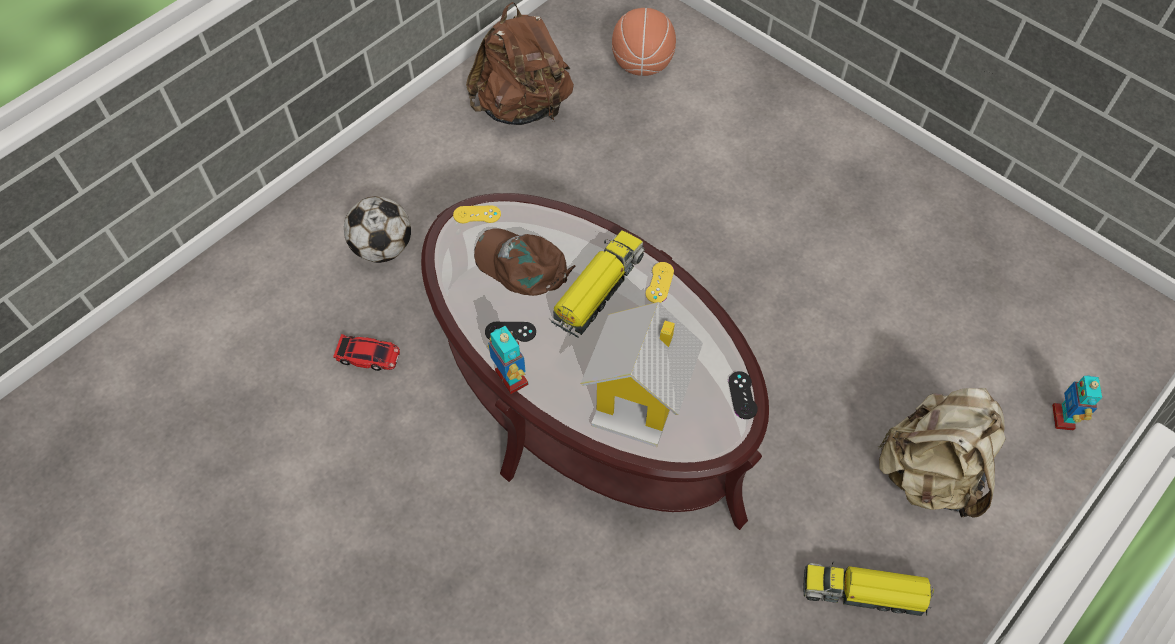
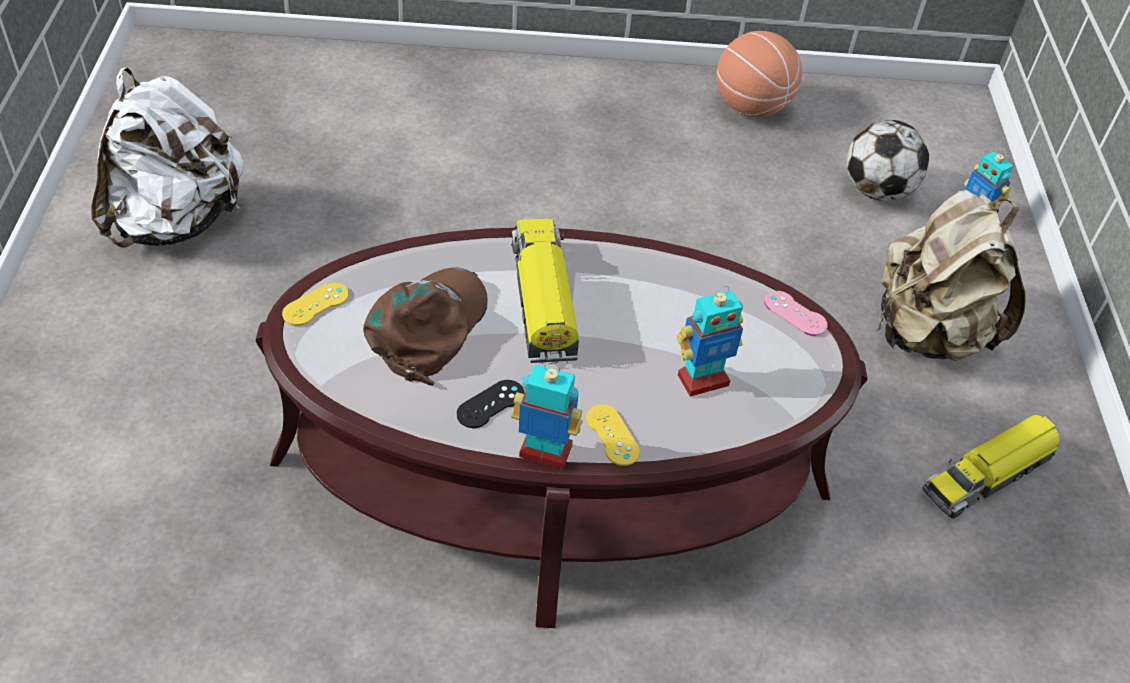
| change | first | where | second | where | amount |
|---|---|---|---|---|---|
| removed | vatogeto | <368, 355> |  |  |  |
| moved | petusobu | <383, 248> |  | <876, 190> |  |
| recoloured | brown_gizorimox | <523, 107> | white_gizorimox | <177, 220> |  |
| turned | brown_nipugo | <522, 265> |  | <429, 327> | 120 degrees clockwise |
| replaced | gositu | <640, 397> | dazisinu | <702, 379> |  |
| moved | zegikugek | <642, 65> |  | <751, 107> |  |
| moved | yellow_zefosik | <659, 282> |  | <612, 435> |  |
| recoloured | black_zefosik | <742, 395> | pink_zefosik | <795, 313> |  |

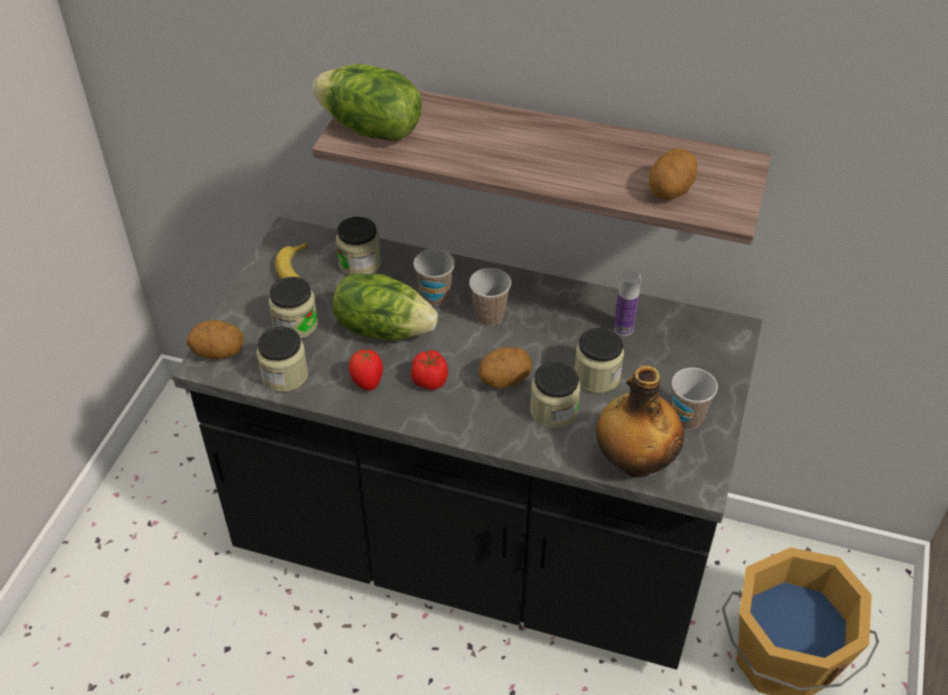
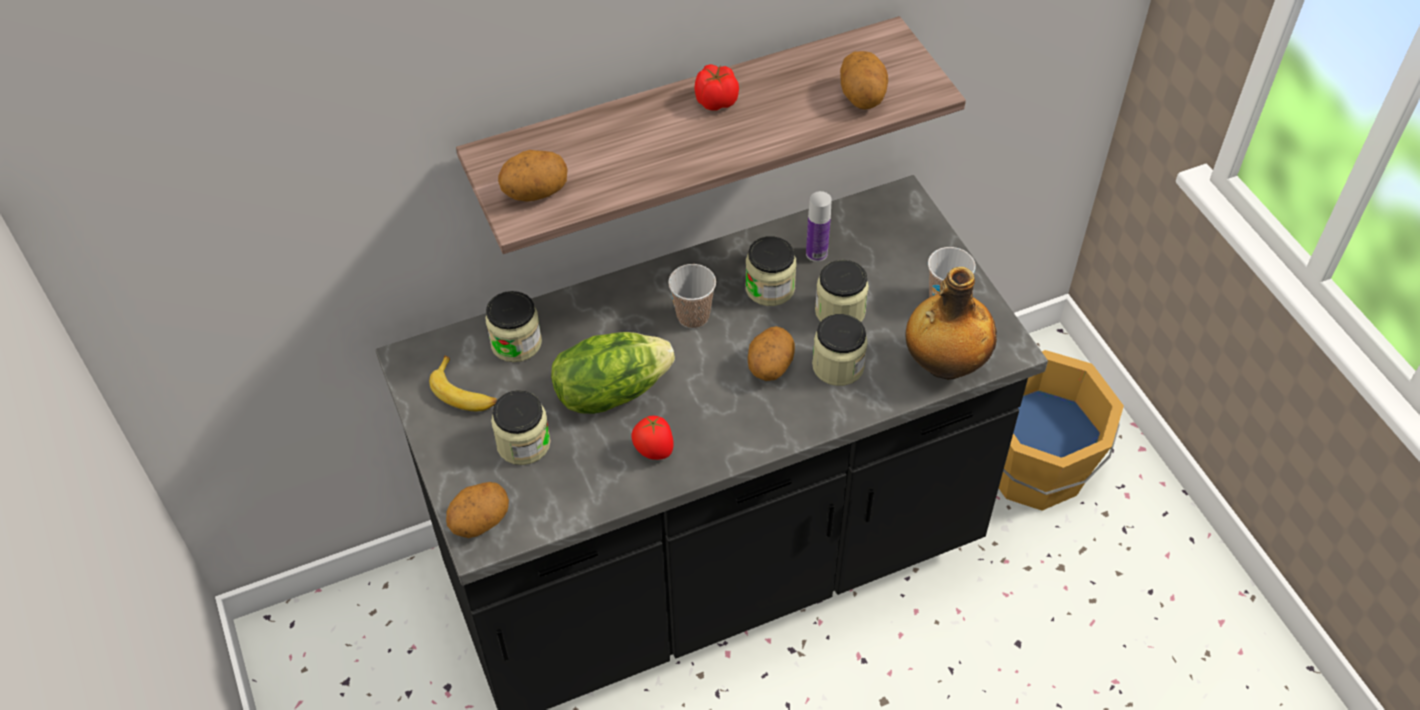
| change | first | where | second | where | amount |
|---|---|---|---|---|---|
| moved | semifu | <285, 375> |  | <770, 288> |  |
| replaced | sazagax | <370, 129> | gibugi | <535, 192> |  |
| moved | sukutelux | <430, 380> |  | <716, 100> |  |
| removed | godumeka | <435, 297> |  |  |  |

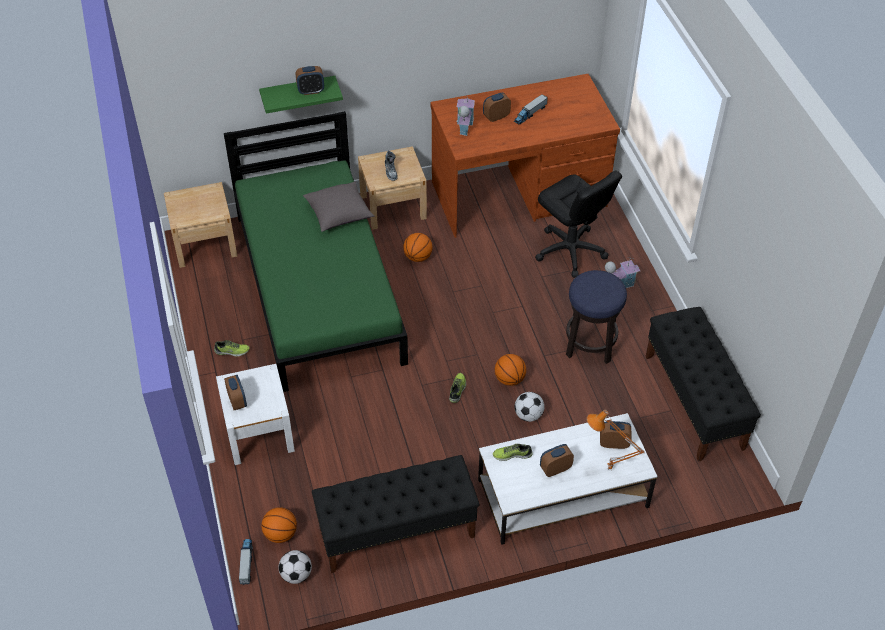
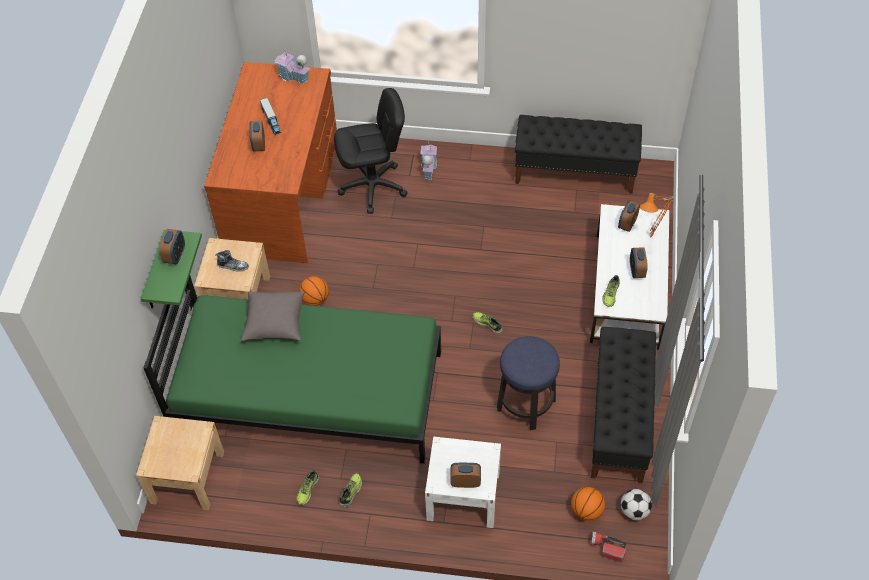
| change | first | where | second | where | amount |
|---|---|---|---|---|---|
| replaced | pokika | <246, 563> | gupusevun | <607, 548> |  |
| moved | gositu | <464, 125> |  | <293, 77> |  |
| removed | zegikugek | <509, 379> |  |  |  |
| removed | petusobu | <528, 415> |  |  |  |
| moved | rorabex | <590, 344> |  | <526, 404> |  |
| added |  |  | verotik | <307, 489> |  |

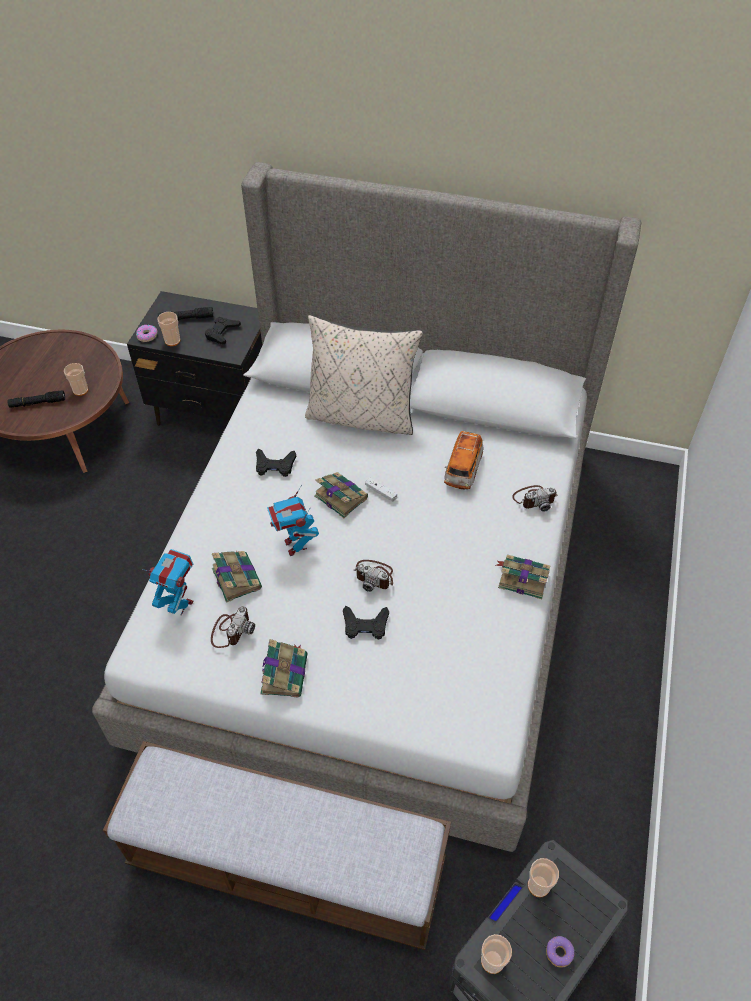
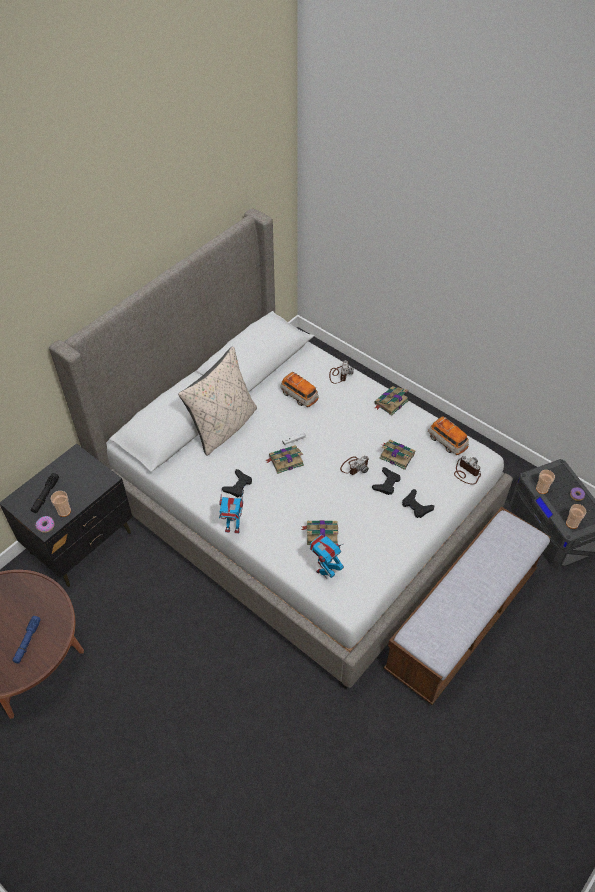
| change | first | where | second | where | amount |
|---|---|---|---|---|---|
| recoloured | black_gupusevun | <37, 403> | blue_gupusevun | <27, 641> |  |
| removed | godumeka | <80, 390> |  |  |  |
| moved | black_zefosik | <222, 333> |  | <416, 506> |  |
| moved | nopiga | <231, 630> |  | <466, 473> |  |
| moved | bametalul | <284, 673> |  | <396, 455> |  |
| moved | dazisinu | <295, 546> |  | <233, 527> |  |
| added |  |  | vatogeto | <447, 442> |  |

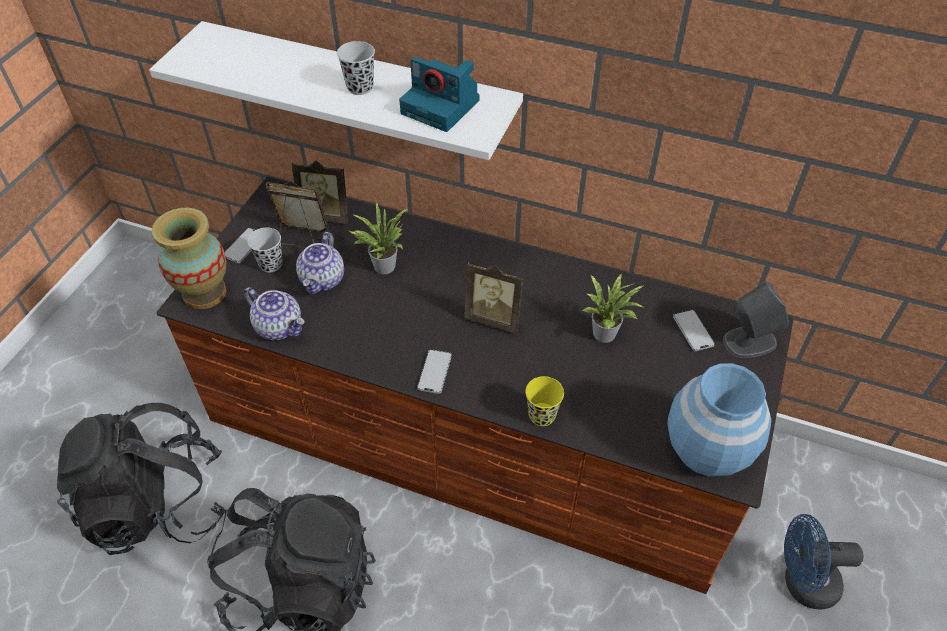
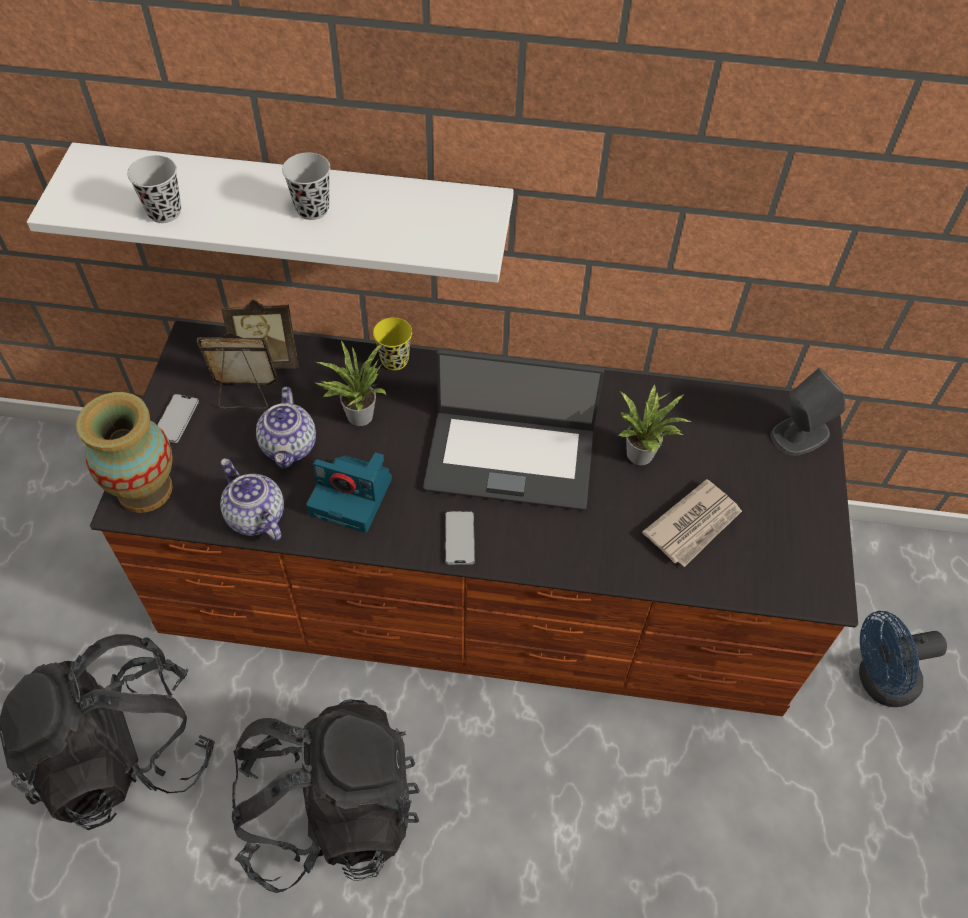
| change | first | where | second | where | amount |
|---|---|---|---|---|---|
| turned | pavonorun | <280, 327> |  | <255, 516> | 150 degrees counterclockwise |
| moved | black_godumeka | <271, 264> |  | <164, 212> |  |
| moved | nopiga | <442, 107> |  | <353, 496> |  |
| replaced | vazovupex | <494, 318> | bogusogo | <510, 458> |  |
| moved | yellow_godumeka | <542, 415> |  | <394, 360> |  |
| removed | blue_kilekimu | <707, 450> |  |  |  |
| removed | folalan | <693, 331> |  |  |  |
| added |  |  | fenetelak | <694, 525> |  |

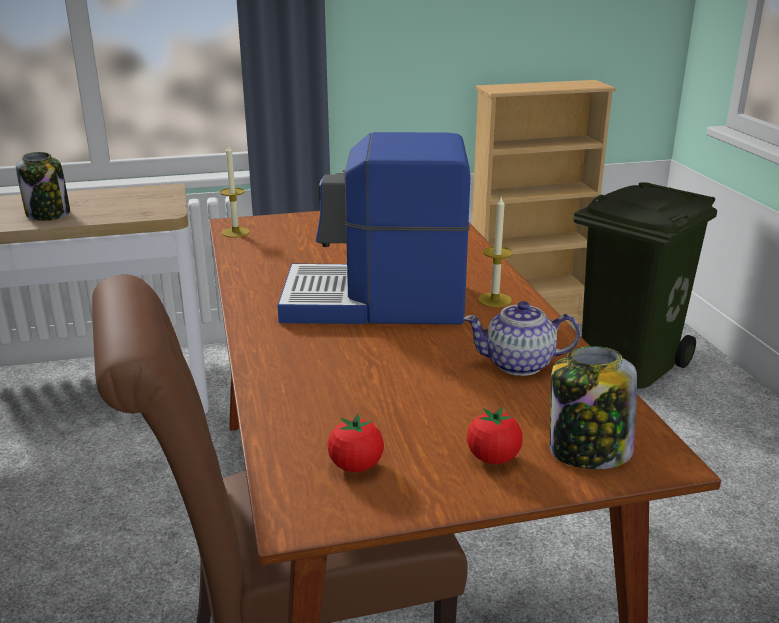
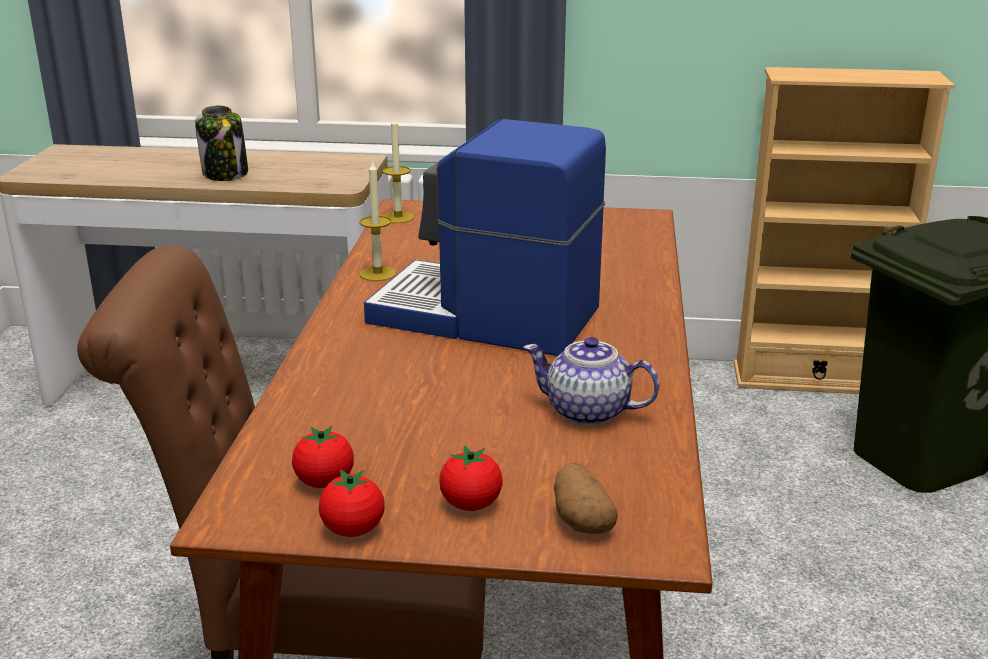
| change | first | where | second | where | amount |
|---|---|---|---|---|---|
| moved | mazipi | <494, 300> |  | <377, 274> |  |
| replaced | semifu | <587, 452> | gibugi | <581, 520> |  |
| added |  |  | sukutelux | <353, 529> |  |

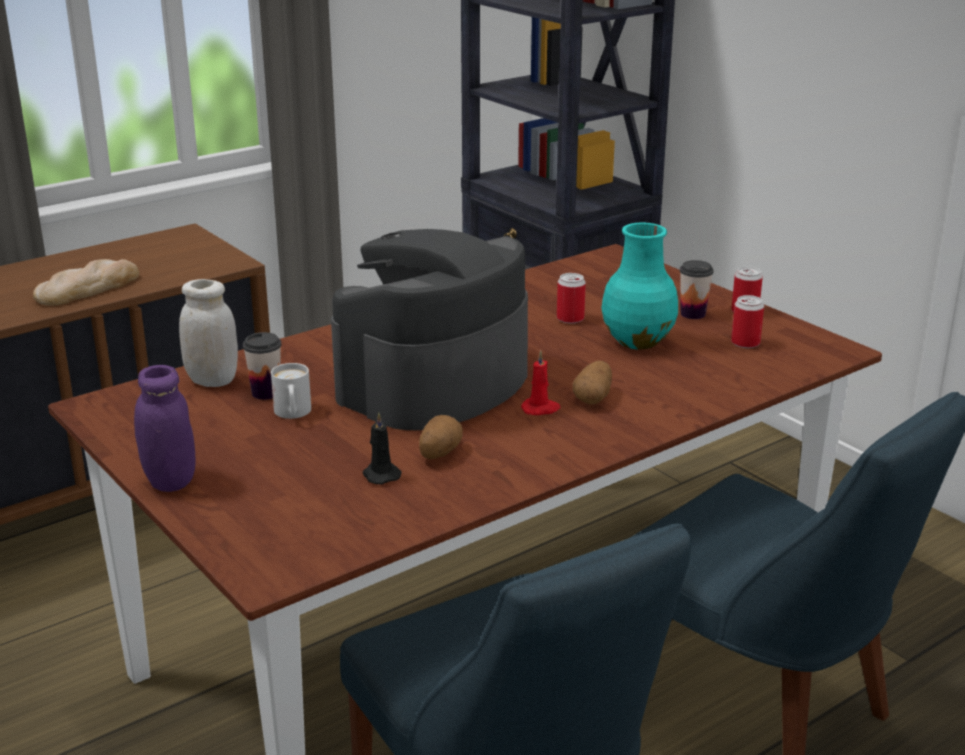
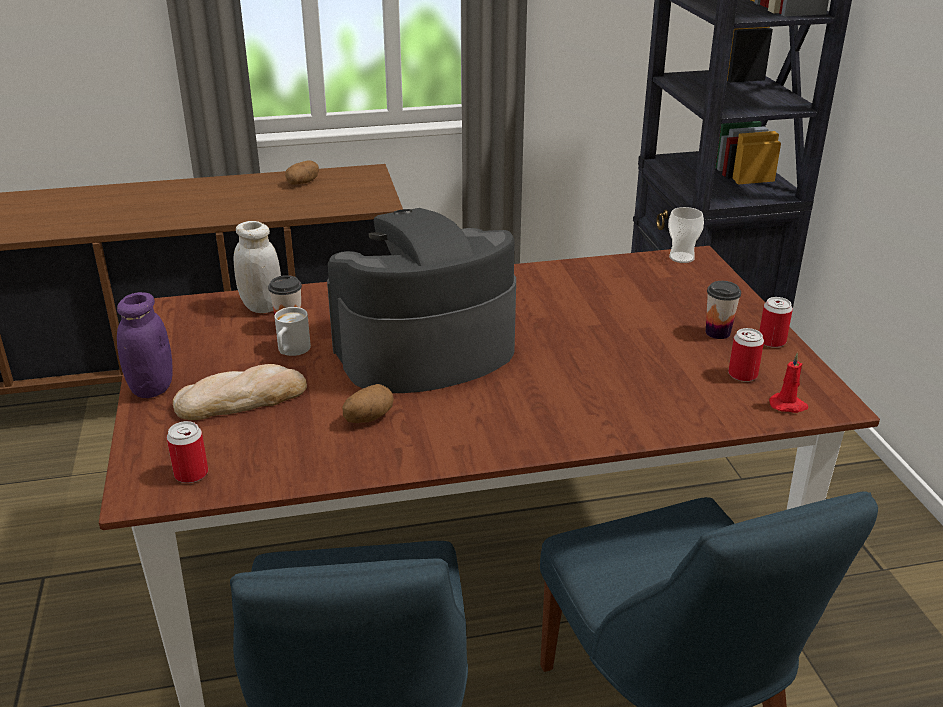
| change | first | where | second | where | amount |
|---|---|---|---|---|---|
| moved | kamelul | <88, 288> |  | <241, 399> |  |
| removed | black_mazipi | <380, 475> |  |  |  |
| moved | red_mazipi | <541, 409> |  | <788, 405> |  |
| moved | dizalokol | <570, 319> |  | <191, 474> |  |
| moved | gibugi | <593, 398> |  | <303, 183> |  |
| removed | turquoise_kilekimu | <637, 341> |  |  |  |
| added |  |  | godumeka | <681, 257> |  |

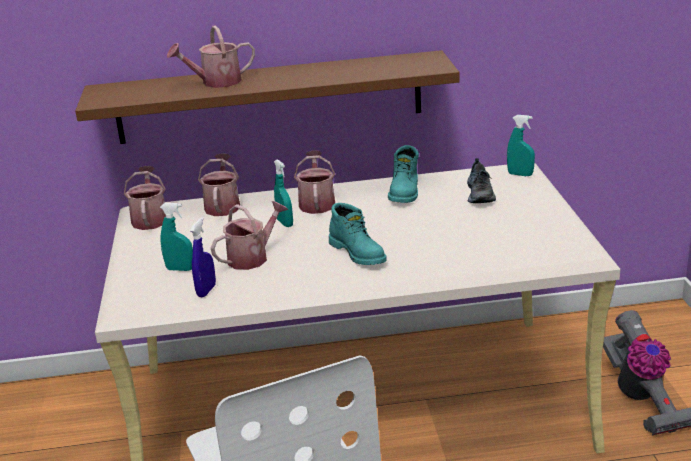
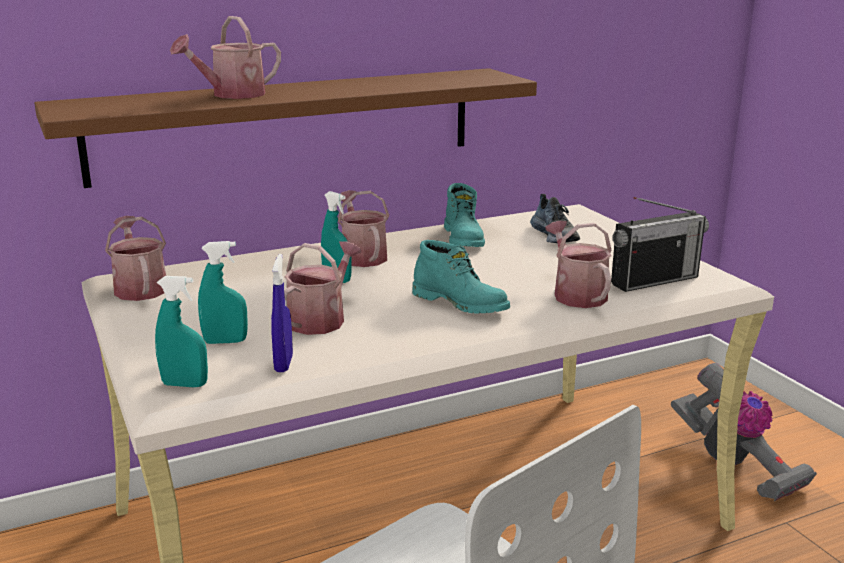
| change | first | where | second | where | amount |
|---|---|---|---|---|---|
| moved | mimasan | <223, 205> |  | <576, 294> |  |
| moved | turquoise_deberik | <520, 174> |  | <184, 384> |  |
| added |  |  | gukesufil | <654, 280> |  |

